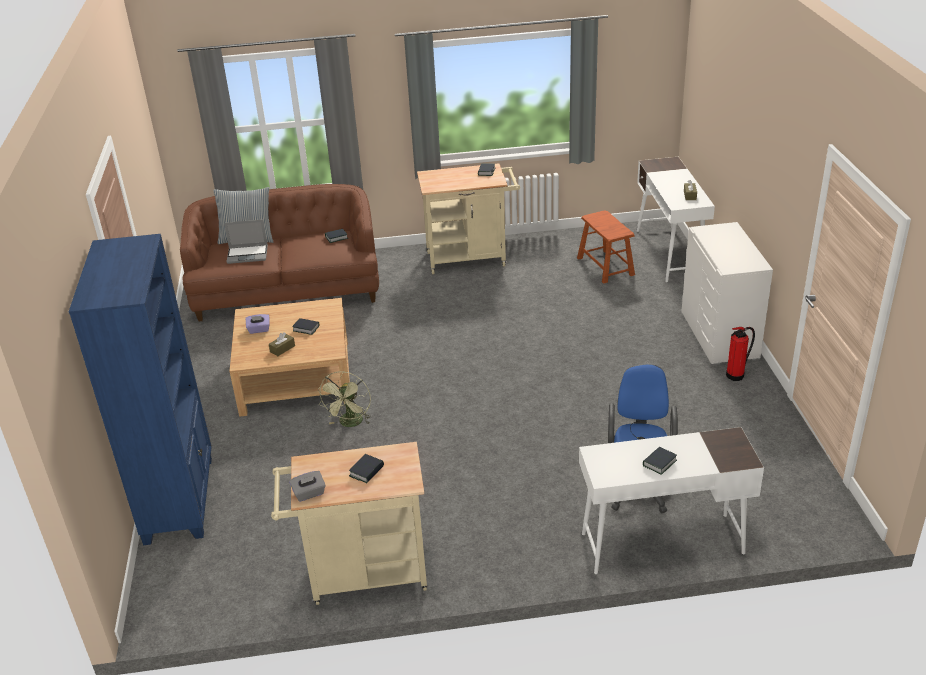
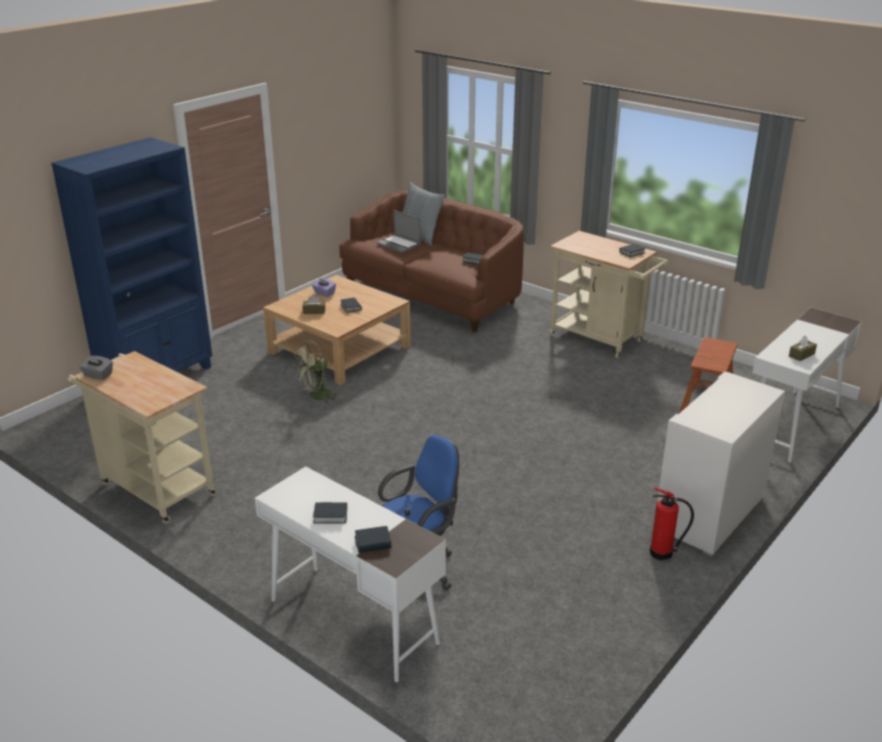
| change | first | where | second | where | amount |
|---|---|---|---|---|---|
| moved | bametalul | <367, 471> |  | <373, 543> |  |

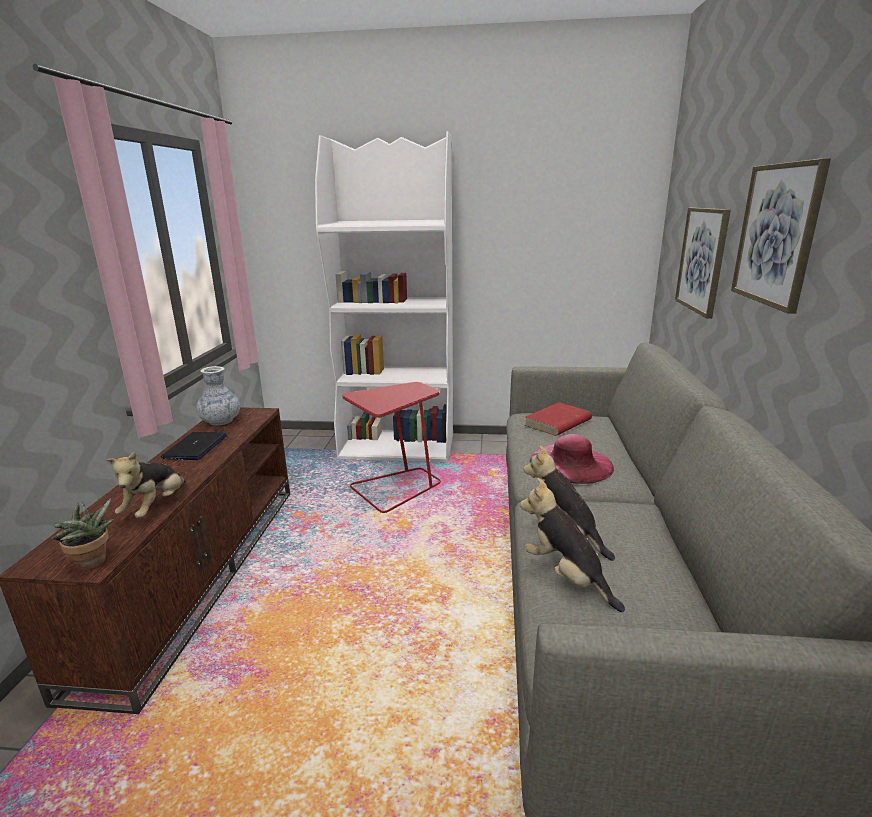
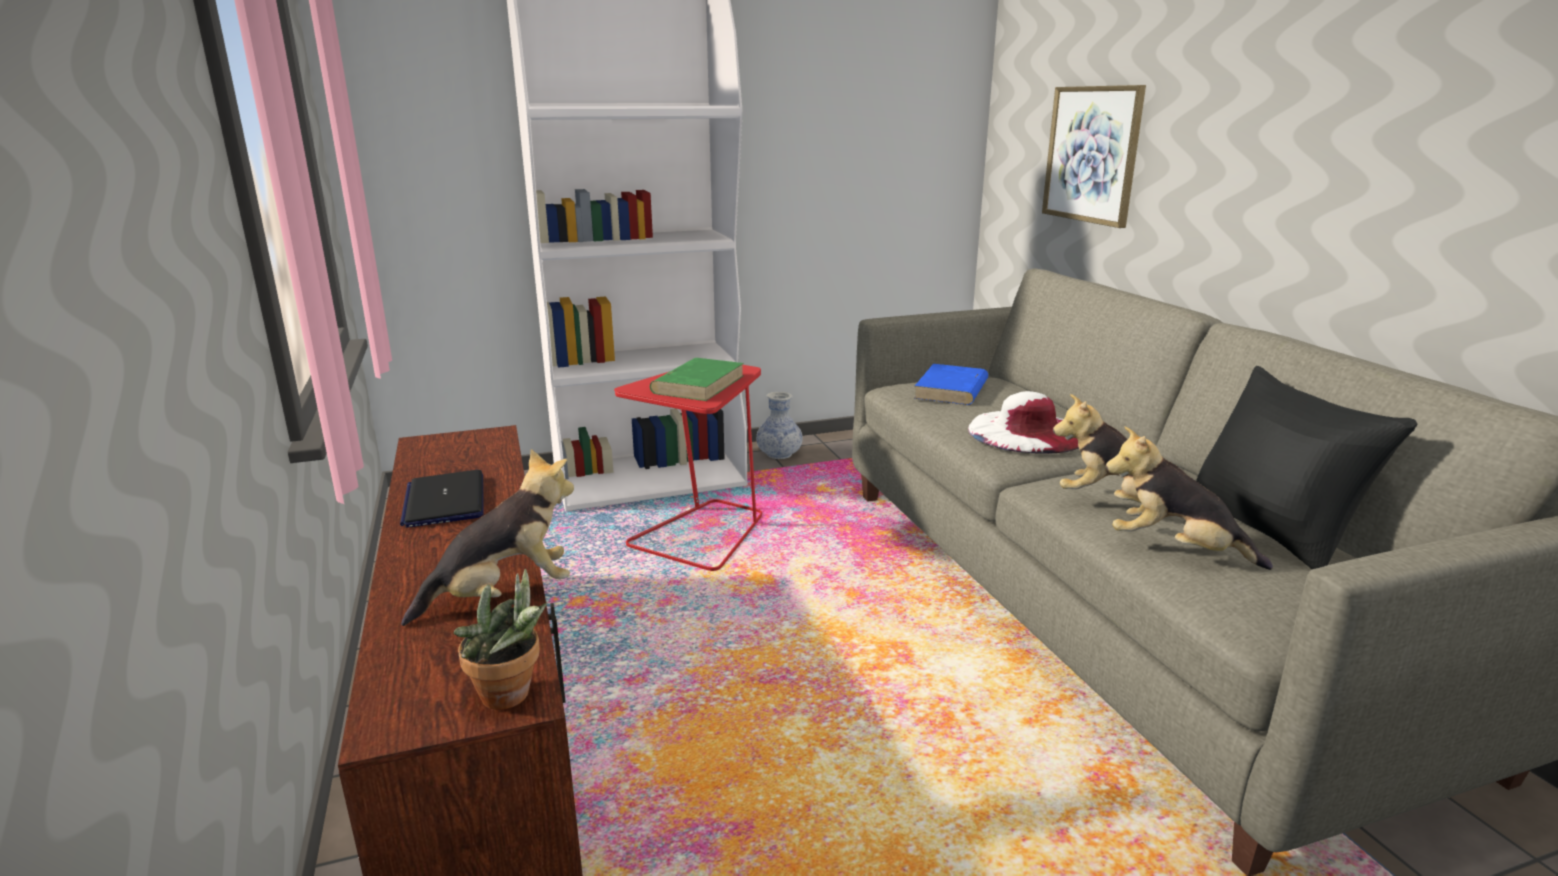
| change | first | where | second | where | amount |
|---|---|---|---|---|---|
| turned | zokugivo | <155, 507> |  | <504, 595> | 105 degrees counterclockwise |
| moved | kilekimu | <221, 421> |  | <779, 454> |  |
| recoloured | red_bametalul | <557, 423> | blue_bametalul | <951, 390> |  |
| recoloured | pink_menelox | <571, 463> | white_menelox | <1026, 432> |  |
| removed | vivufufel | <777, 234> |  |  |  |
| added |  |  | green_bametalul | <699, 384> |  |
| added |  |  | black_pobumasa | <1271, 530> |  |

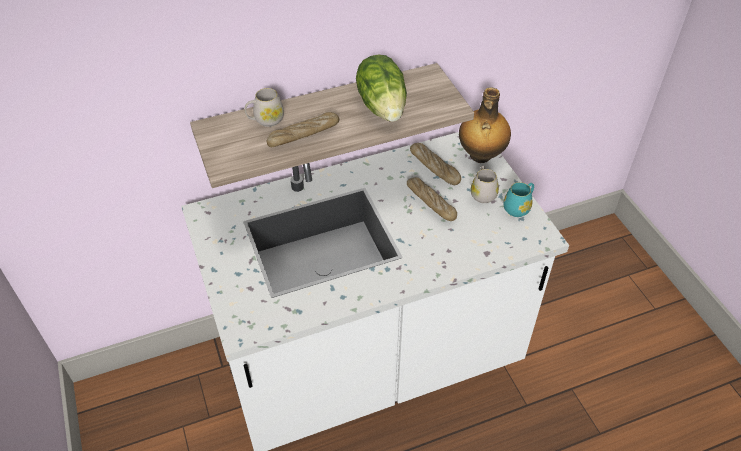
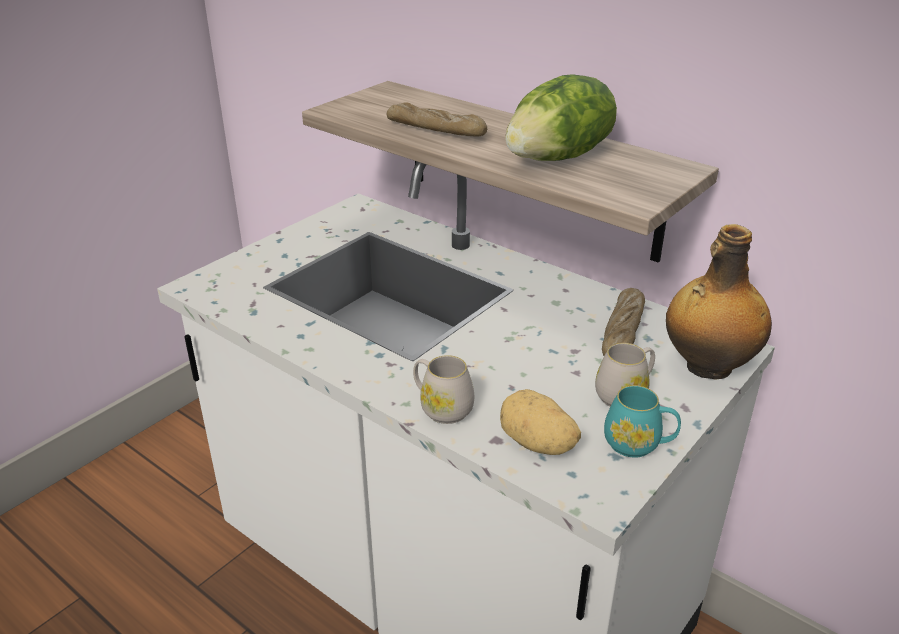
| change | first | where | second | where | amount |
|---|---|---|---|---|---|
| moved | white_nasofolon | <265, 120> |  | <441, 408> |  |
| removed | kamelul | <431, 203> |  |  |  |
| added |  |  | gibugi | <537, 444> |  |

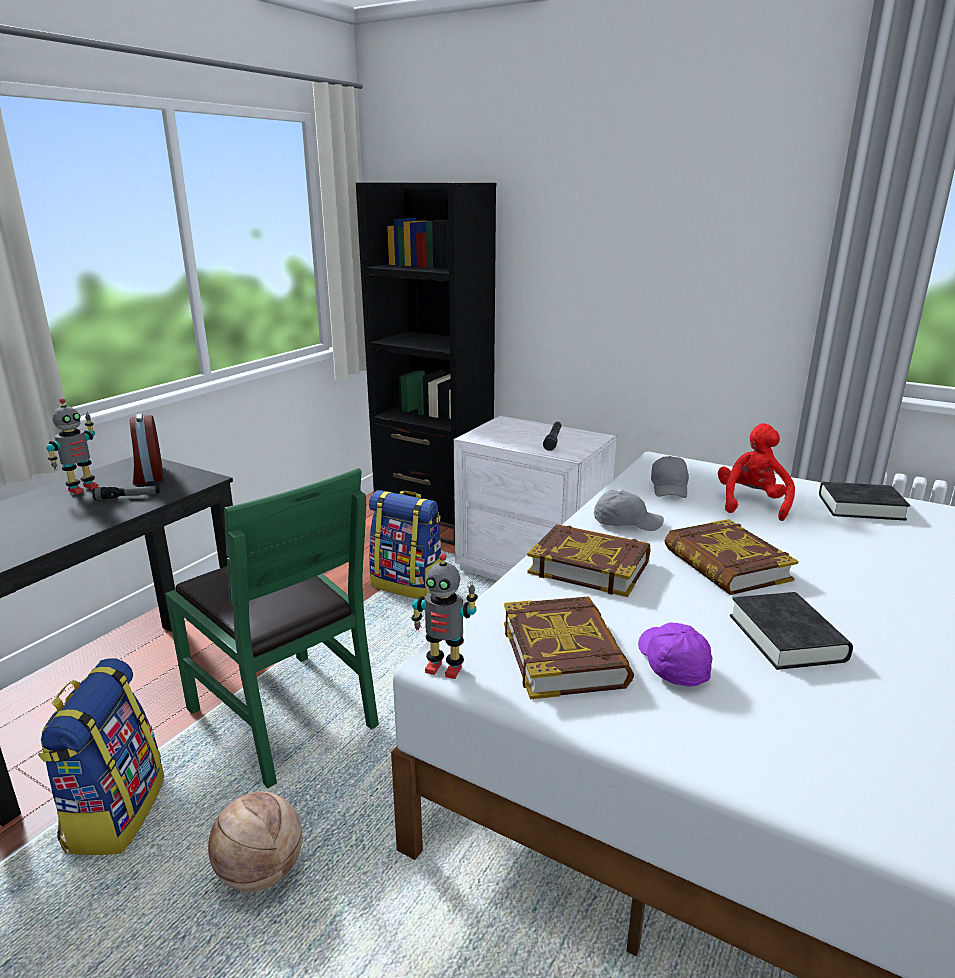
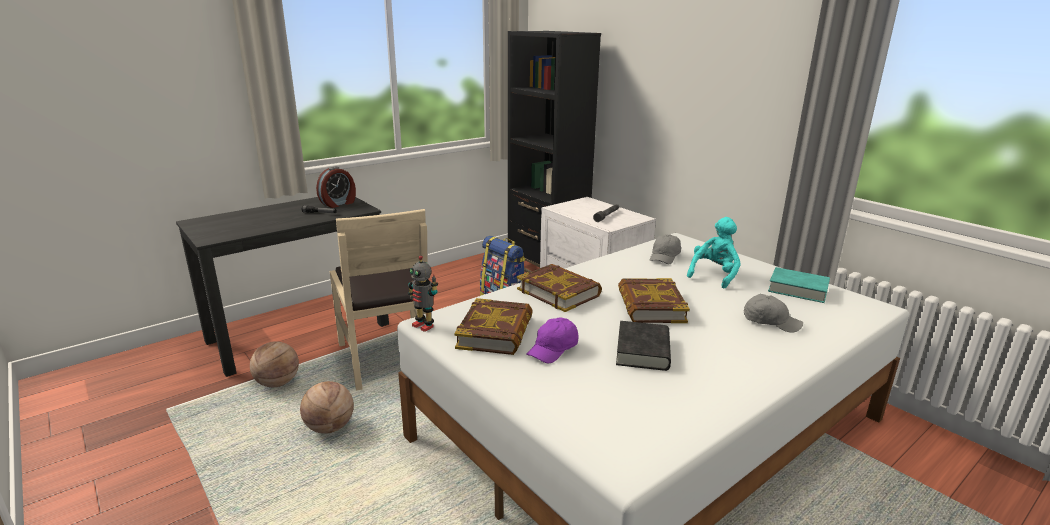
| change | first | where | second | where | amount |
|---|---|---|---|---|---|
| replaced | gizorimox | <114, 812> | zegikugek | <277, 383> |  |
| removed | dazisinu | <82, 488> |  |  |  |
| turned | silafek | <147, 475> |  | <338, 203> | 135 degrees counterclockwise |
| recoloured | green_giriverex | <283, 715> | beige_giriverex | <386, 357> |  |
| moved | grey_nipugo | <626, 522> |  | <770, 322> |  |
| turned | purple_nipugo | <671, 664> |  | <553, 349> | 150 degrees counterclockwise |
| recoloured | red_zokugivo | <752, 504> | turquoise_zokugivo | <714, 275> |  |
| recoloured | black_bametalul | <860, 507> | turquoise_bametalul | <797, 289> |  |

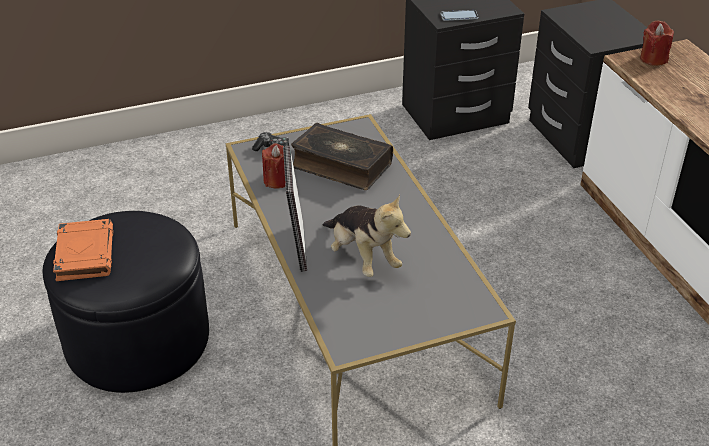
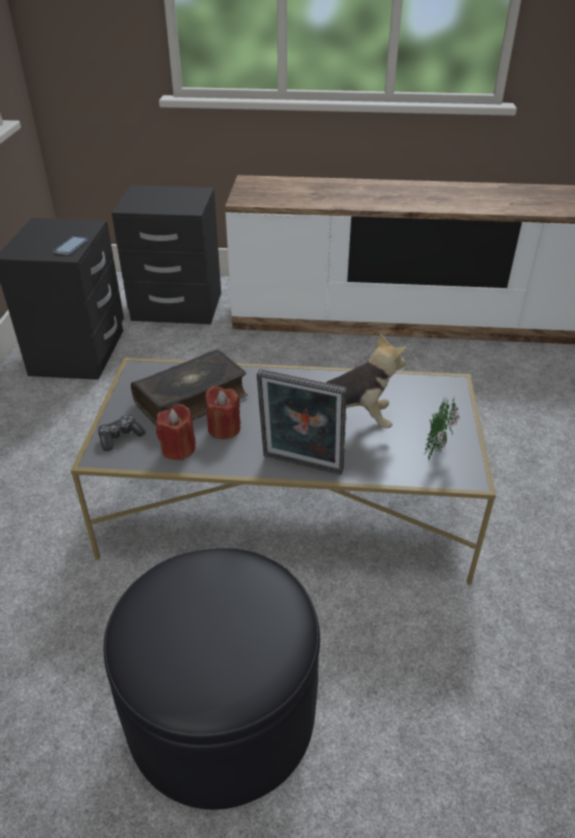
| change | first | where | second | where | amount |
|---|---|---|---|---|---|
| removed | orange_bametalul | <85, 254> |  |  |  |
| moved | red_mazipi | <653, 59> |  | <224, 428> |  |
| added |  |  | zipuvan | <436, 446> |  |

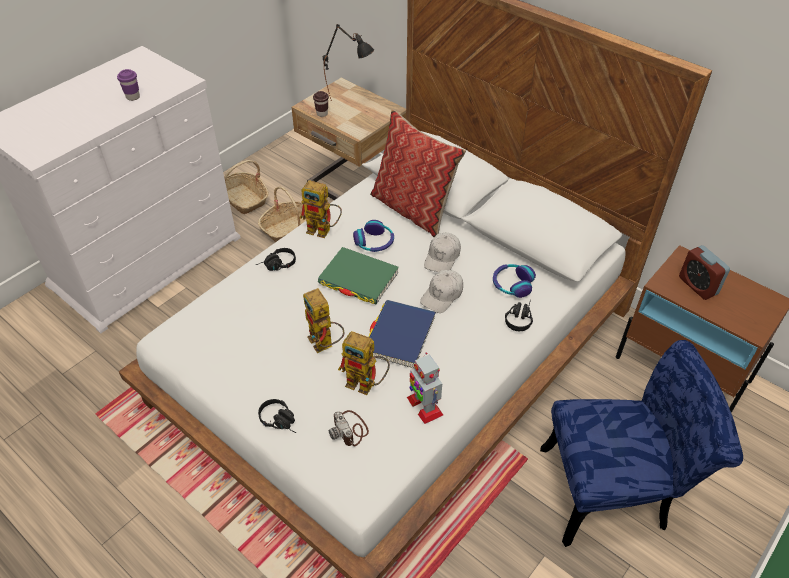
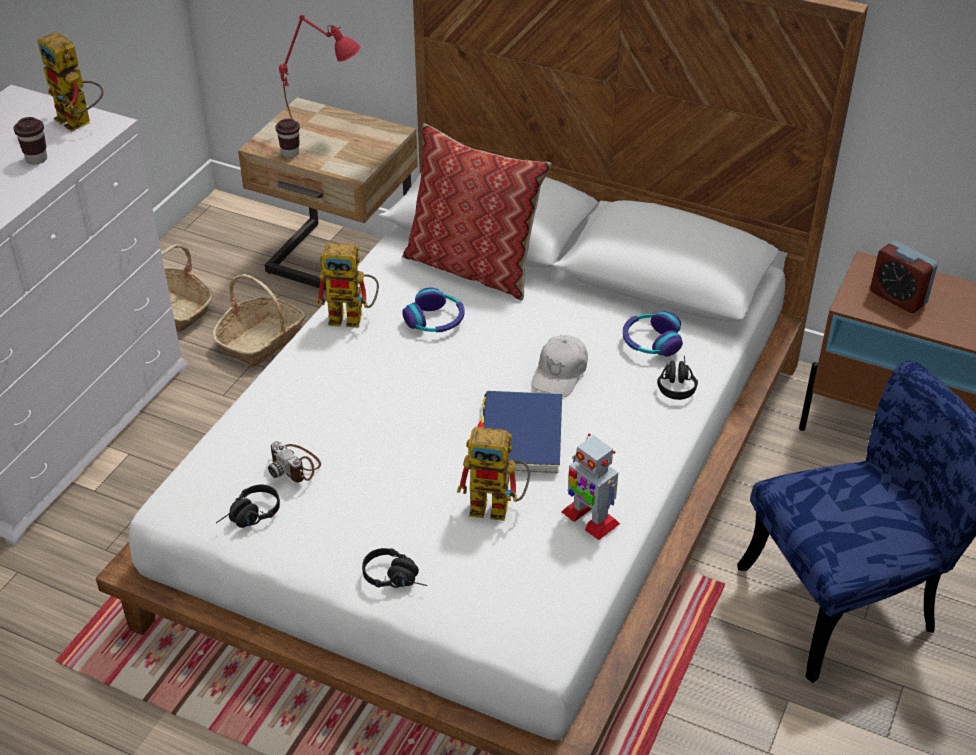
| change | first | where | second | where | amount |
|---|---|---|---|---|---|
| recoloured | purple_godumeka | <133, 97> | brown_godumeka | <36, 159> |  |
| moved | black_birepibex | <277, 265> |  | <250, 517> |  |
| moved | dazisinu | <325, 345> |  | <80, 123> |  |
| removed | green_bametalul | <358, 278> |  |  |  |
| recoloured | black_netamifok | <350, 101> | red_netamifok | <326, 129> |  |
| moved | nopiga | <350, 430> |  | <295, 465> |  |
| removed | white_nipugo | <442, 257> |  |  |  |

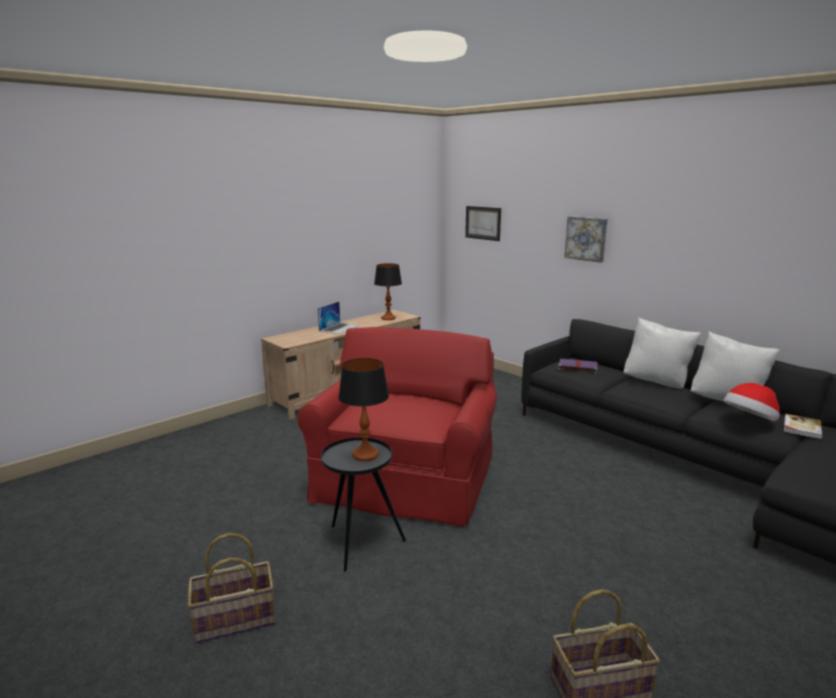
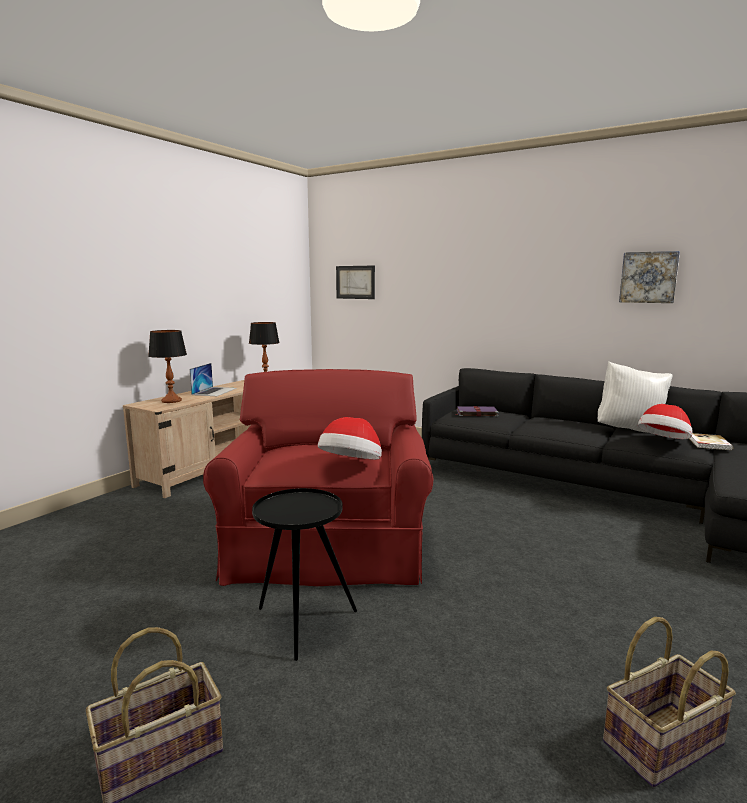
| change | first | where | second | where | amount |
|---|---|---|---|---|---|
| moved | netamifok | <365, 455> |  | <171, 401> |  |
| moved | vivufufel | <586, 238> |  | <648, 277> |  |
| removed | white_pobumasa | <657, 382> |  |  |  |
| added |  |  | menelox | <351, 466> |  |

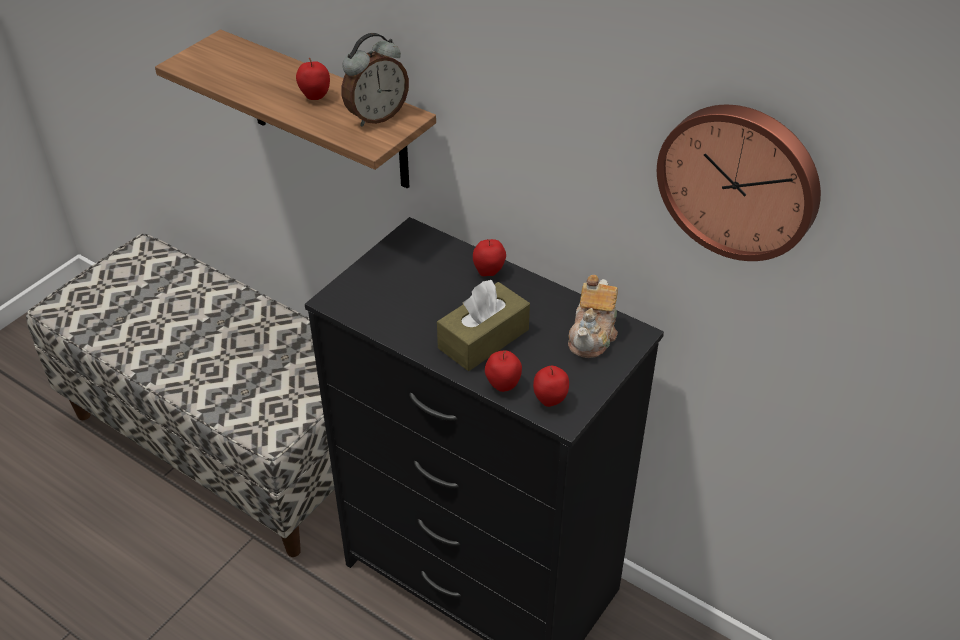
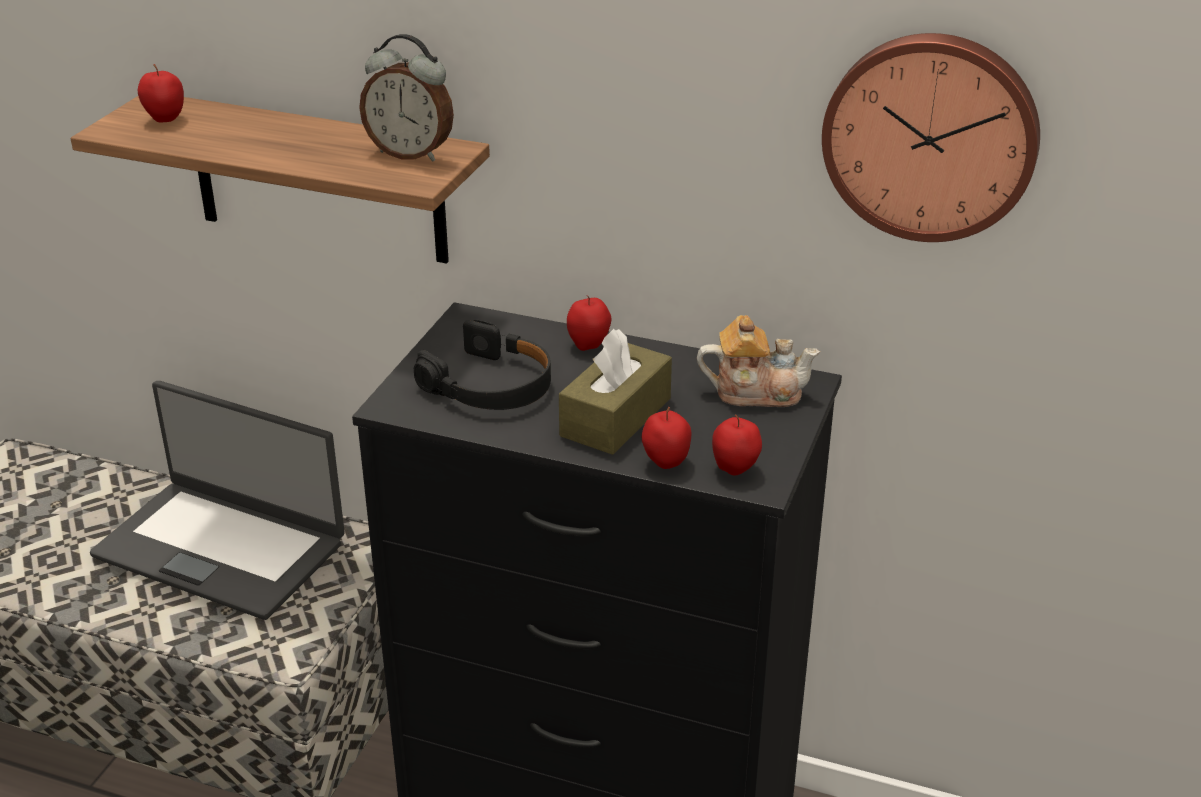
| change | first | where | second | where | amount |
|---|---|---|---|---|---|
| moved | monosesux | <315, 97> |  | <165, 120> |  |
| turned | silafek | <376, 116> |  | <411, 153> | 75 degrees clockwise |
| turned | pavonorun | <593, 335> |  | <755, 392> | 90 degrees counterclockwise |
| added |  |  | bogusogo | <221, 547> |  |
| added |  |  | black_birepibex | <490, 385> |  |

